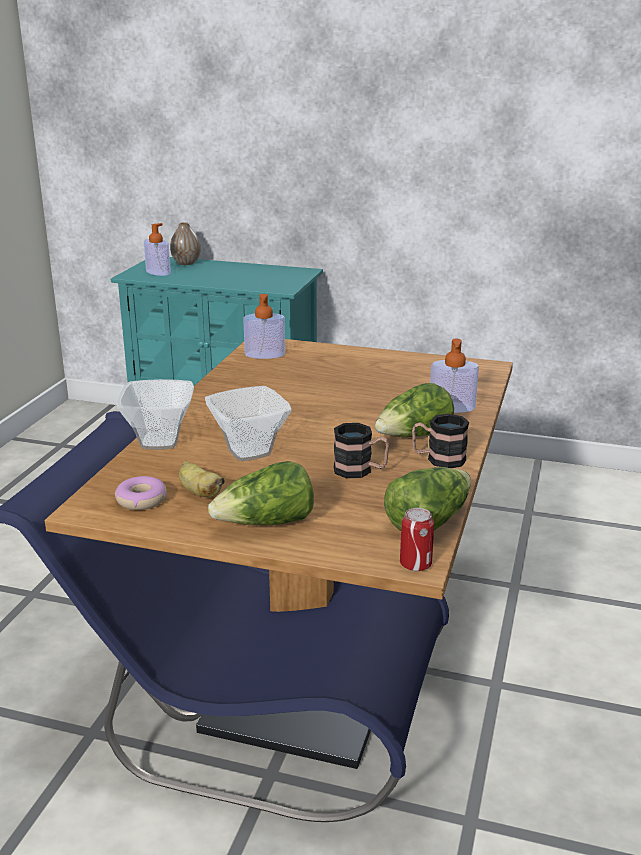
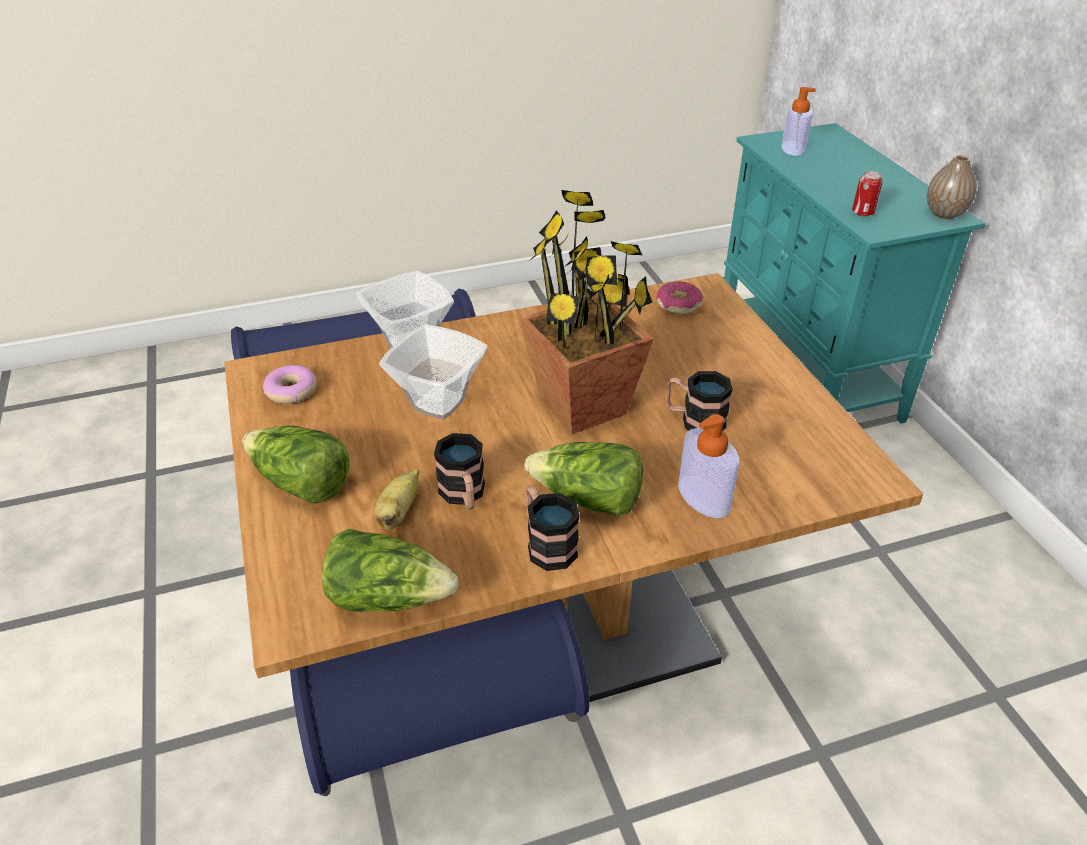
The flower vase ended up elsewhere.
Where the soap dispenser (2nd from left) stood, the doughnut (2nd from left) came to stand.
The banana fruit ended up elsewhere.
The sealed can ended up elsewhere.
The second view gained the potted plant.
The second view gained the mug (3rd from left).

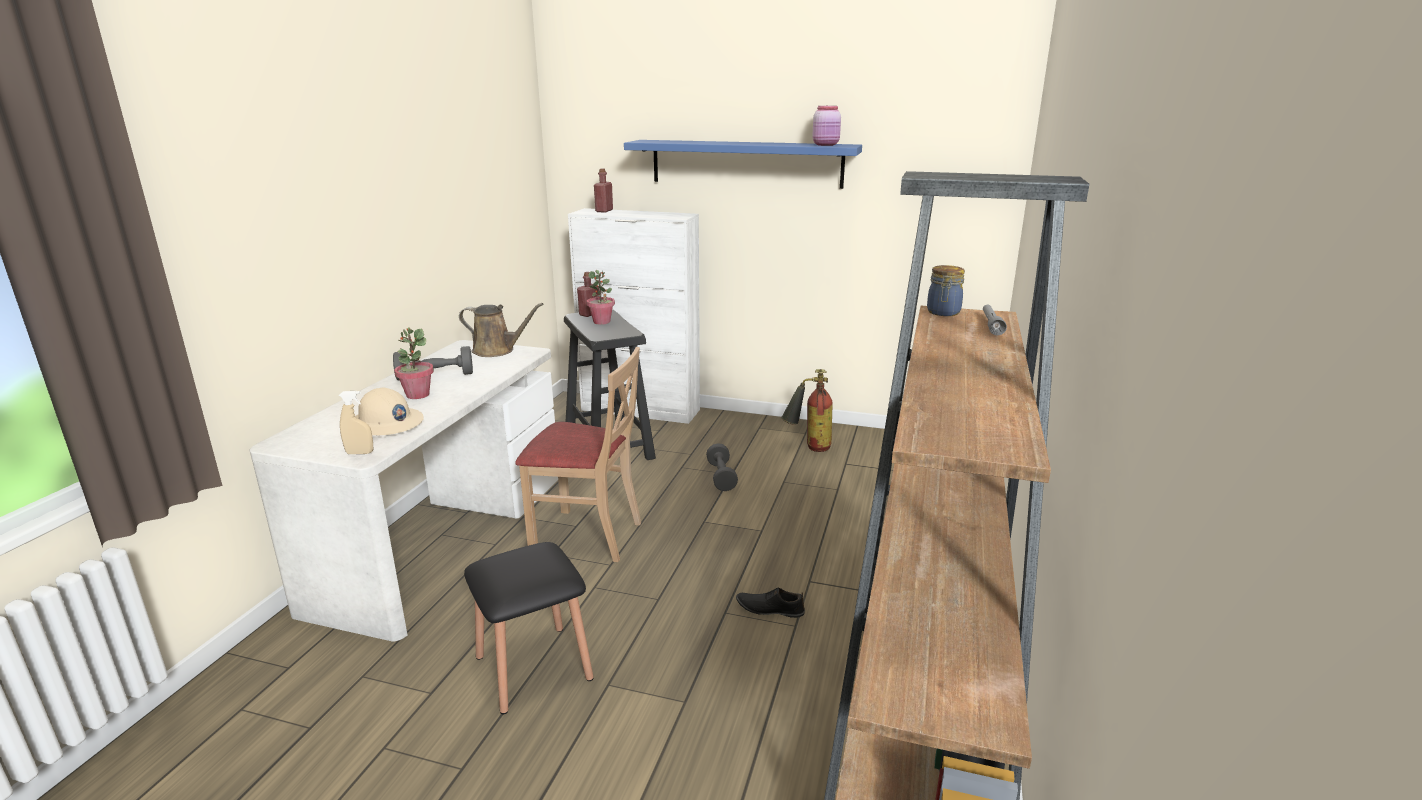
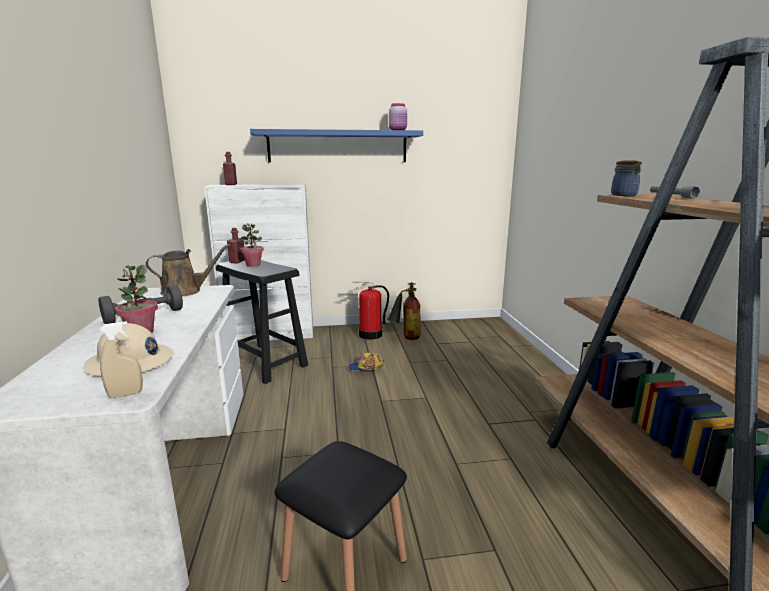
The second view lost the beige chair.
Where the greyish free weight (2nd from left) stood, the cap came to stand.
The second view lost the black-coloured low shoe.
The second view gained the fire extinguisher (1st from left).

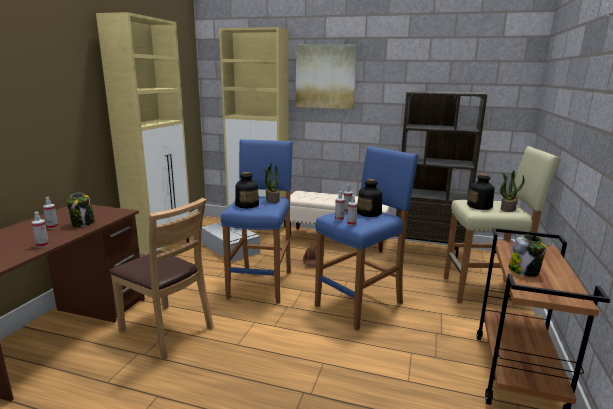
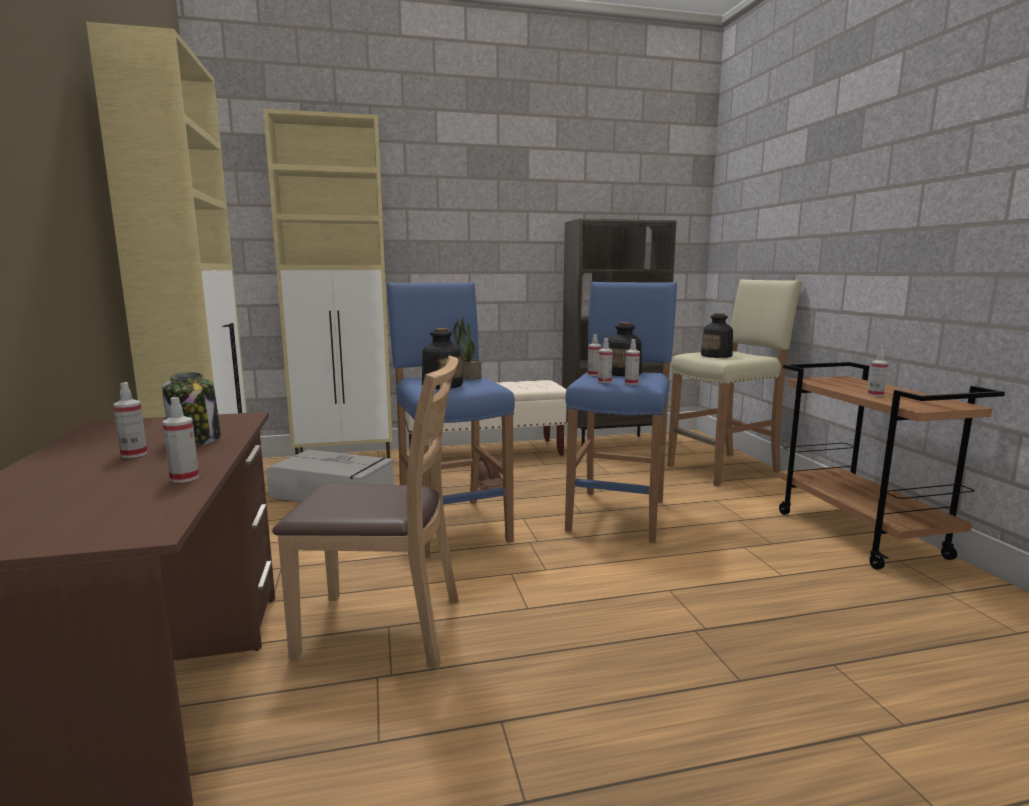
The second view lost the picture.
The second view lost the potted plant (2nd from left).
Where the preserve jar (2nd from left) stood, the hand sprayer (6th from left) came to stand.

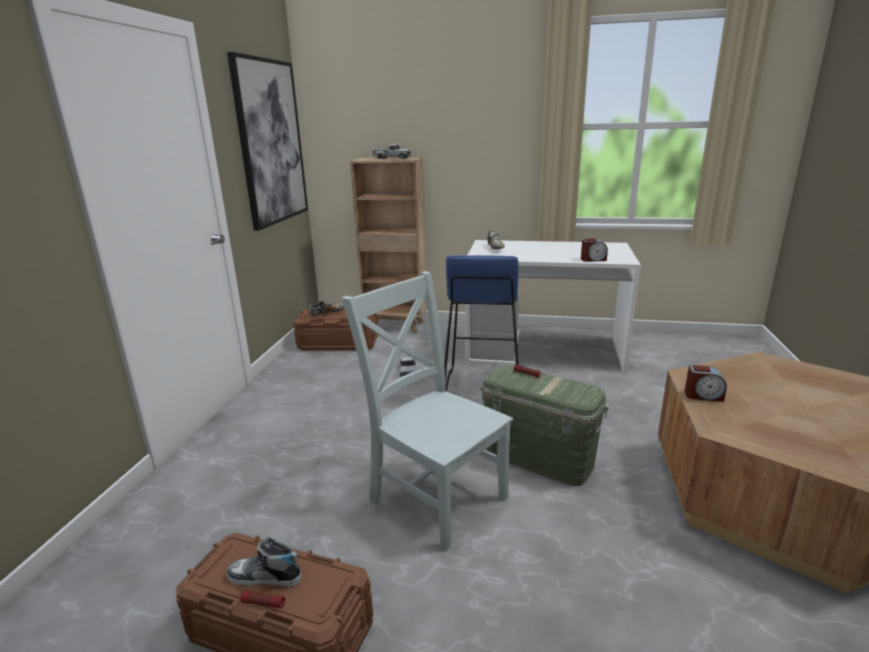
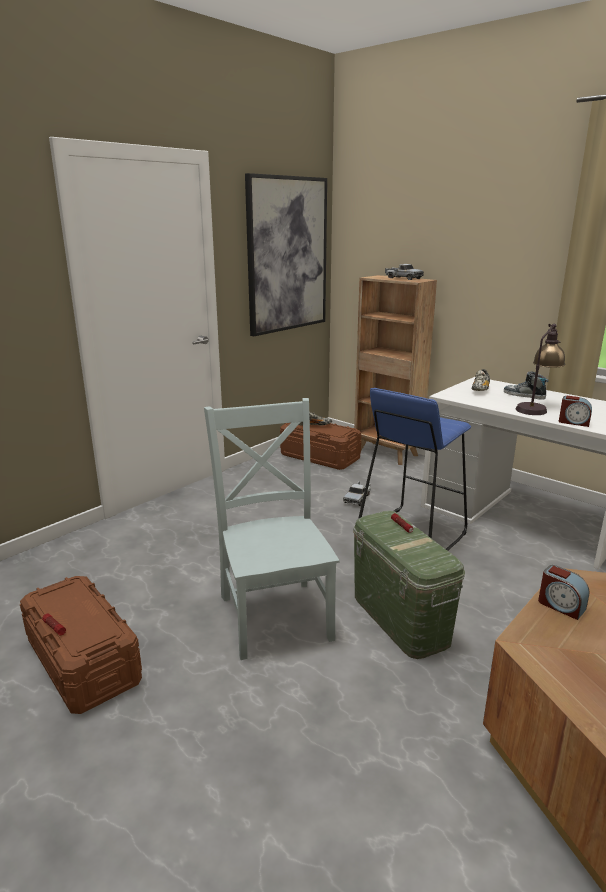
The low shoe (1st from left in the first image) ended up elsewhere.
The second view gained the lamp for a table.

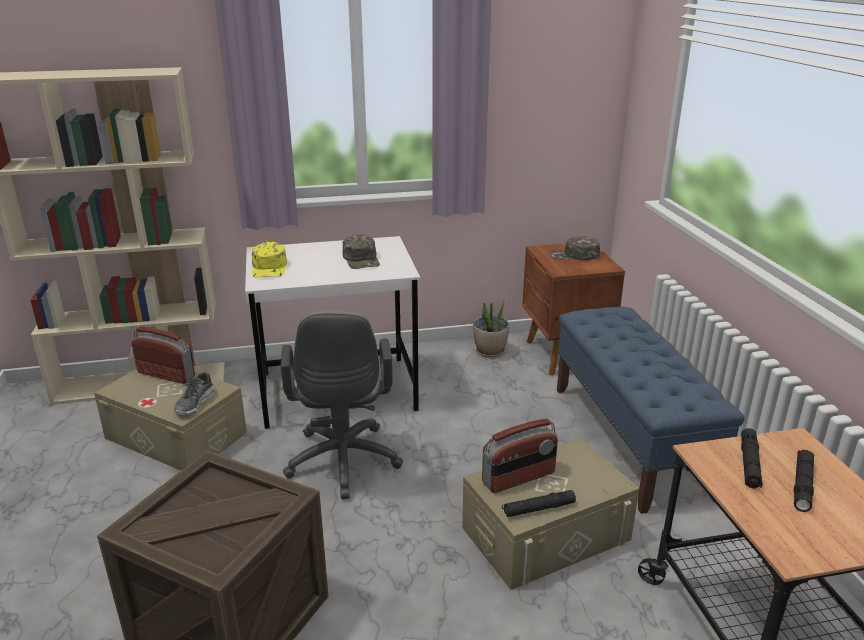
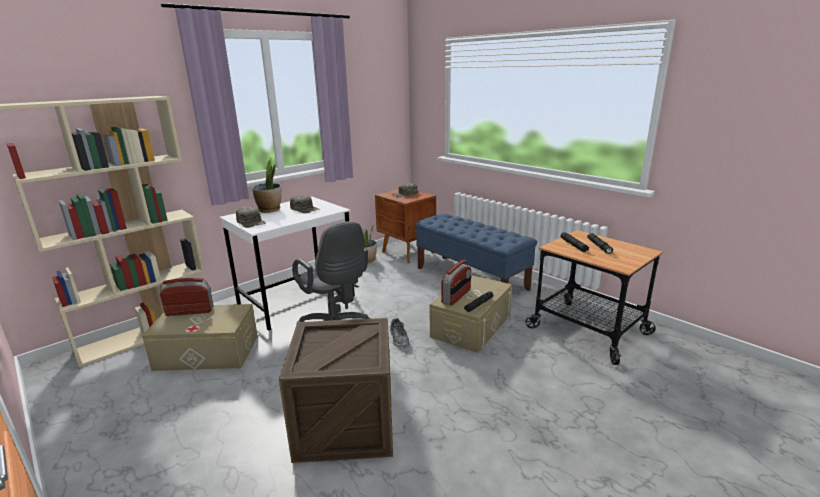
What was the yellow-coloured cap turned into the green-coloured cap (1st from left).
The low shoe ended up elsewhere.
The second view gained the potted plant (1st from left).

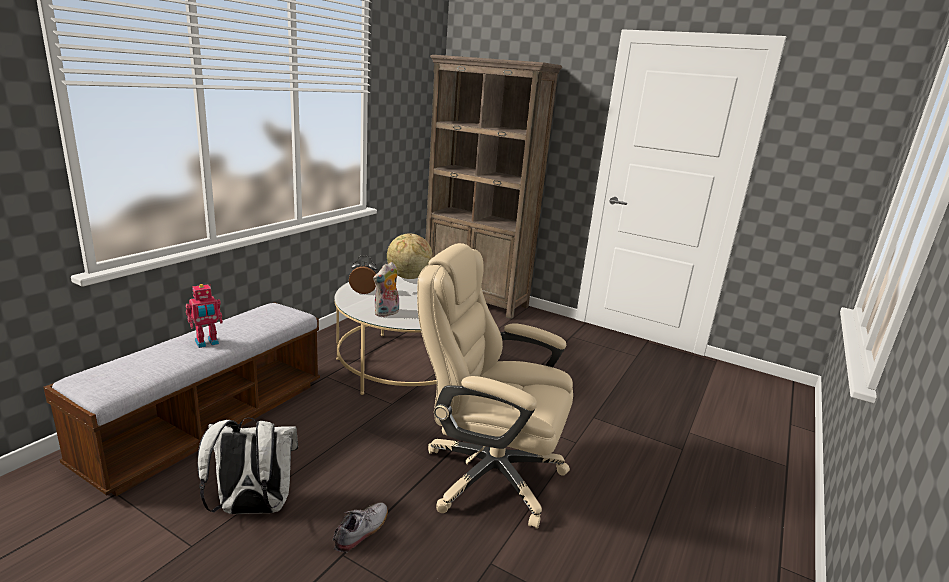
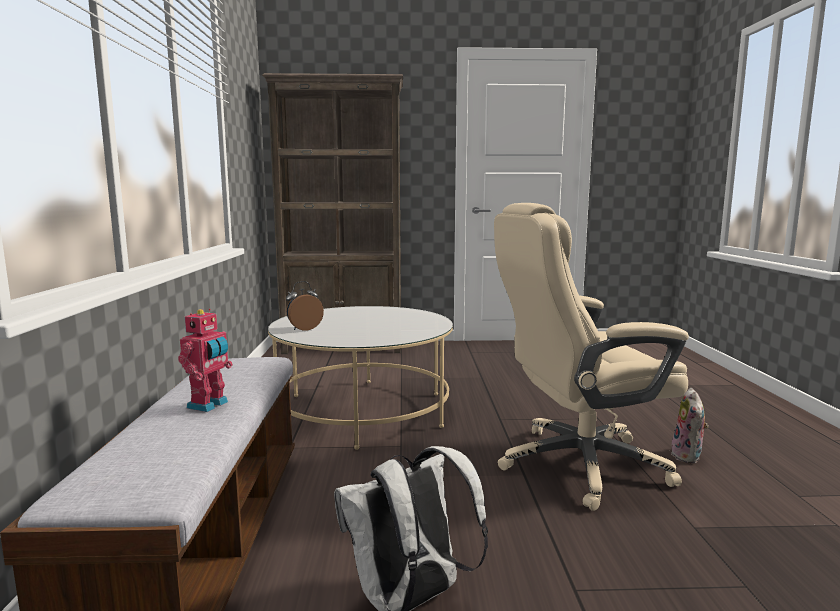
The second view lost the world globe.
The soft toy ended up elsewhere.
The second view lost the low shoe.

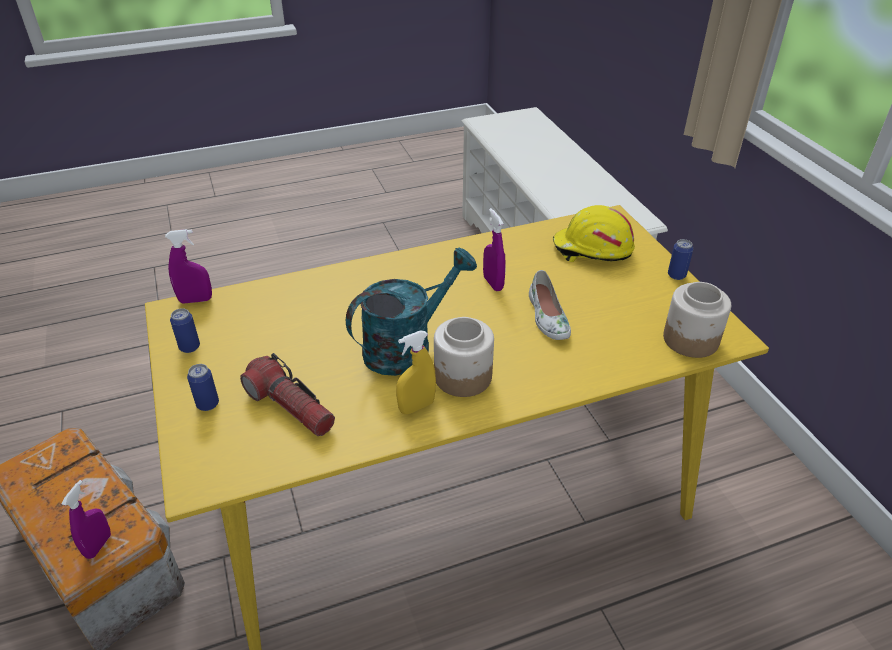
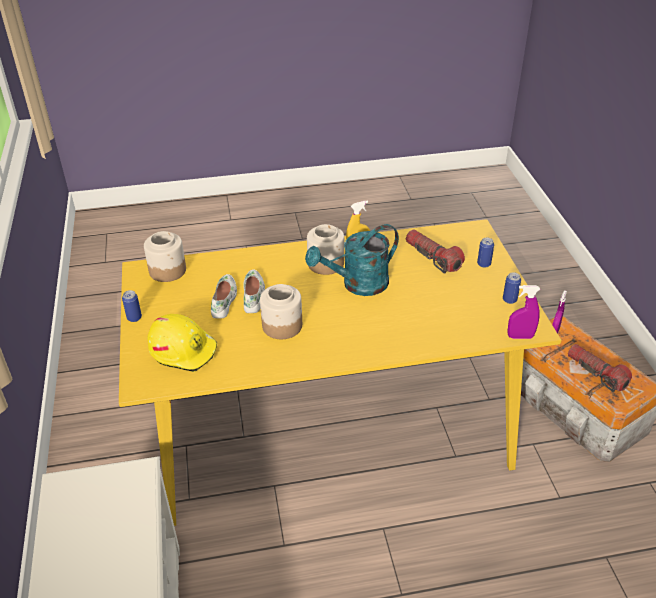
Where the purplish hand sprayer (3rd from left) stood, the preserve jar (2nd from left) came to stand.
The second view gained the white-coloured low shoe (1st from left).
The second view gained the hand torch (2nd from left).

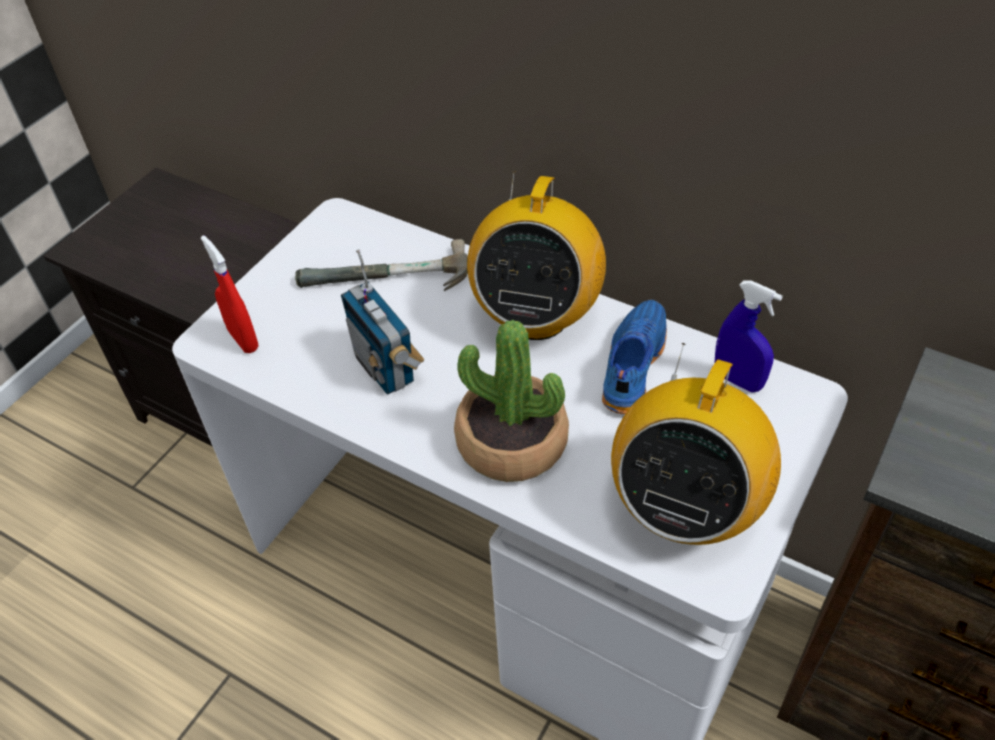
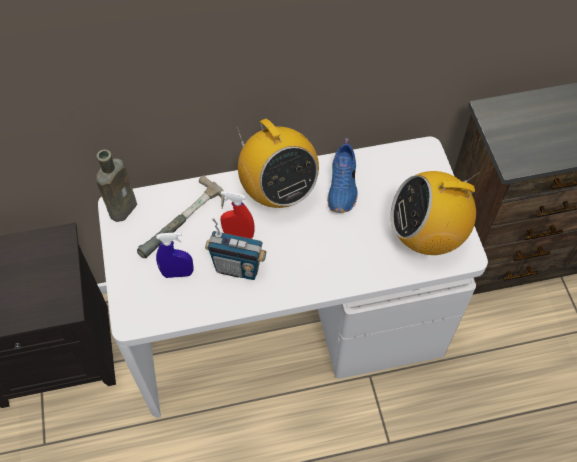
The red-coloured hand sprayer ended up elsewhere.
The blue hand sprayer ended up elsewhere.
The blue low shoe ended up facing another way, 150 degrees counterclockwise from before.
The second view lost the potted plant.
The radio receiver (3rd from left) ended up facing another way, 105 degrees clockwise from before.
The second view gained the brown beverage bottle.

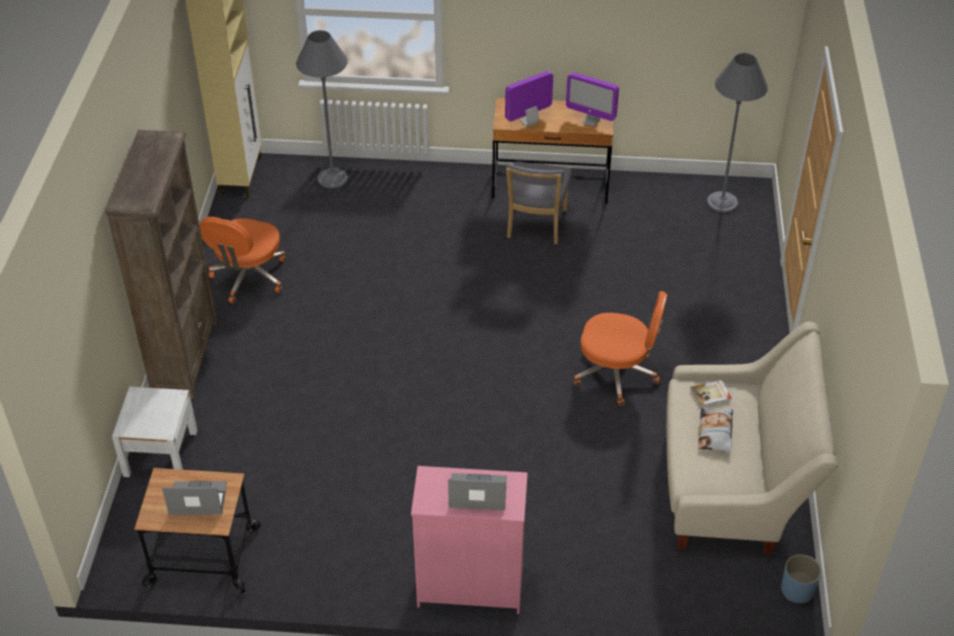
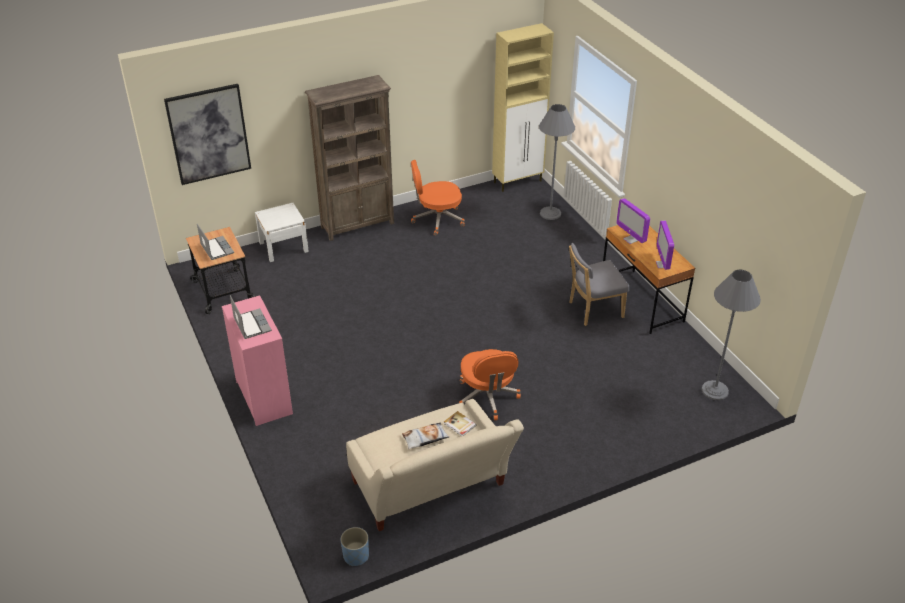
The computer screen (1st from left) ended up facing another way, 150 degrees counterclockwise from before.
The second view gained the picture.

